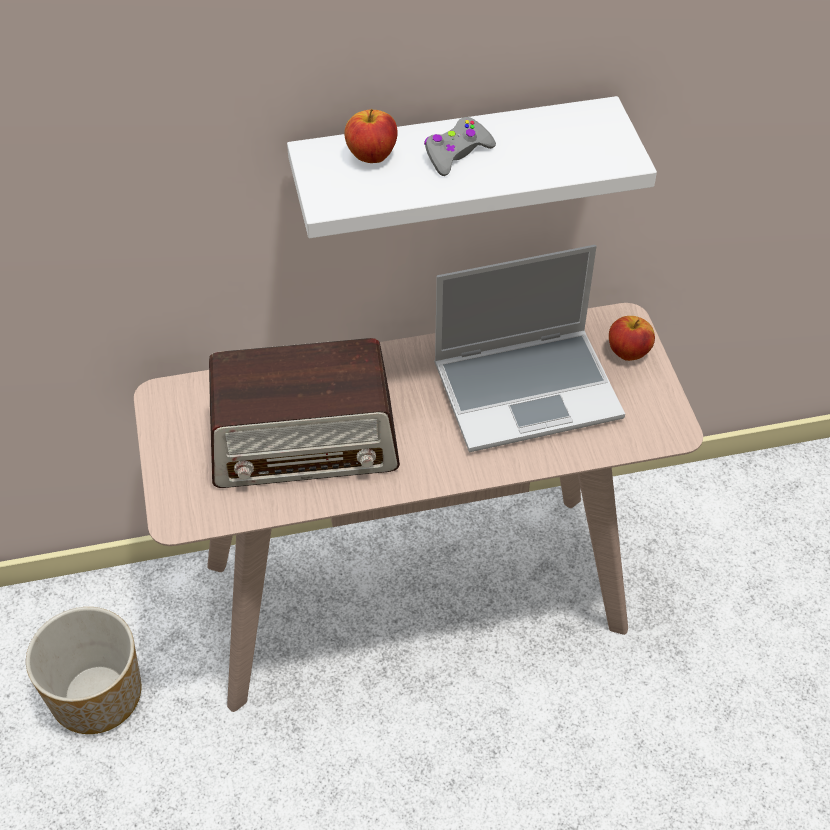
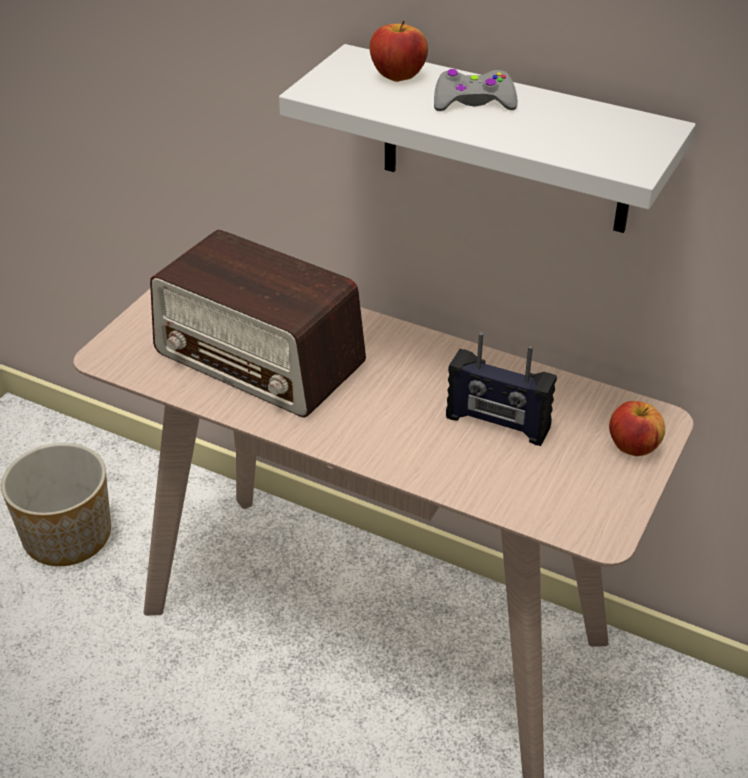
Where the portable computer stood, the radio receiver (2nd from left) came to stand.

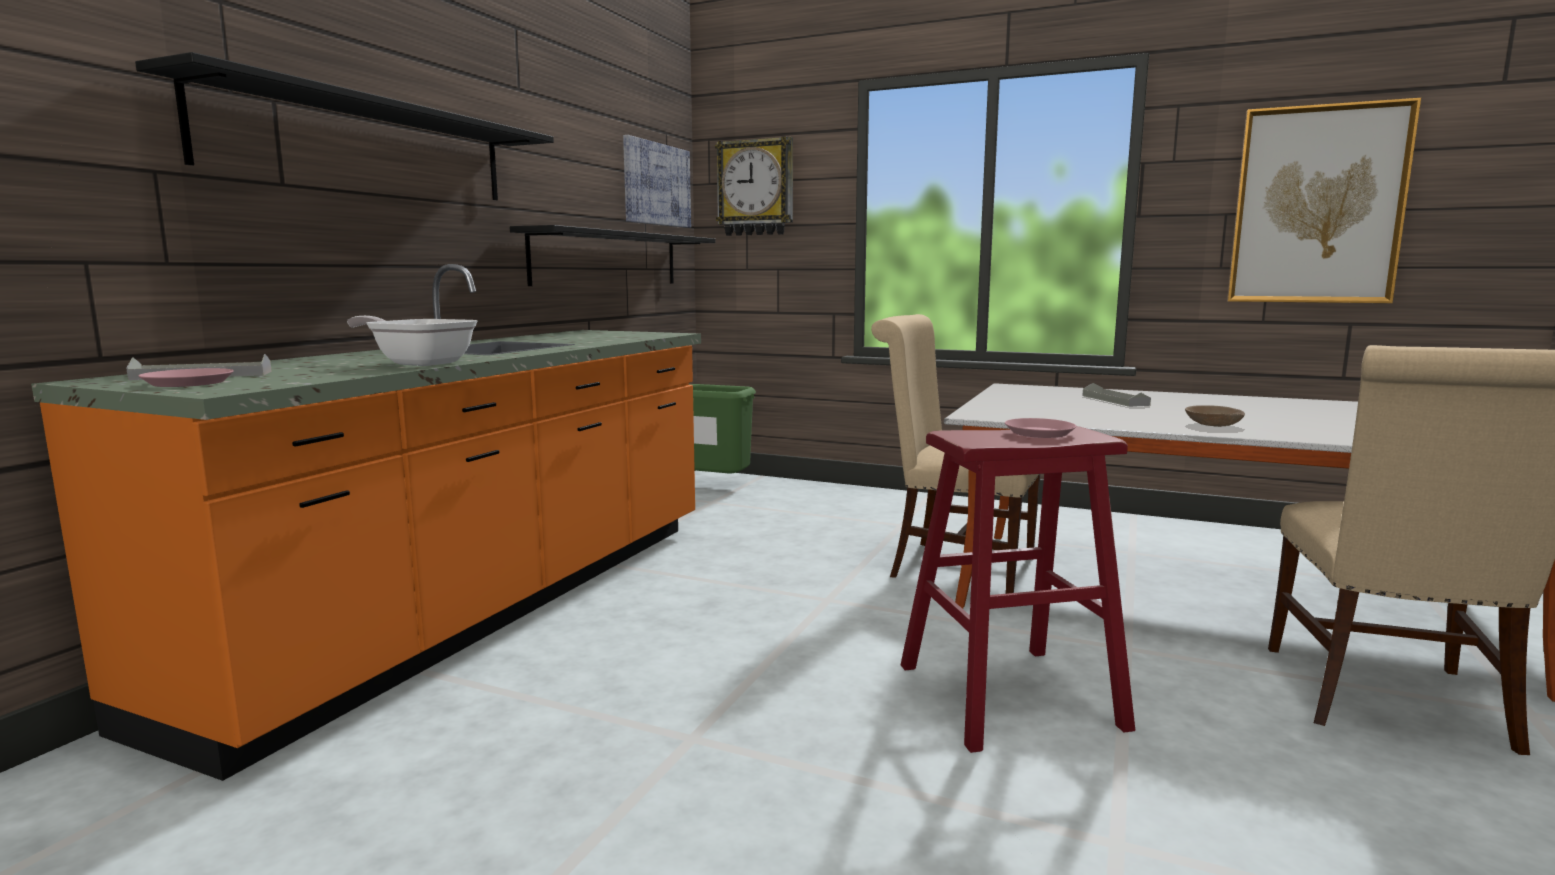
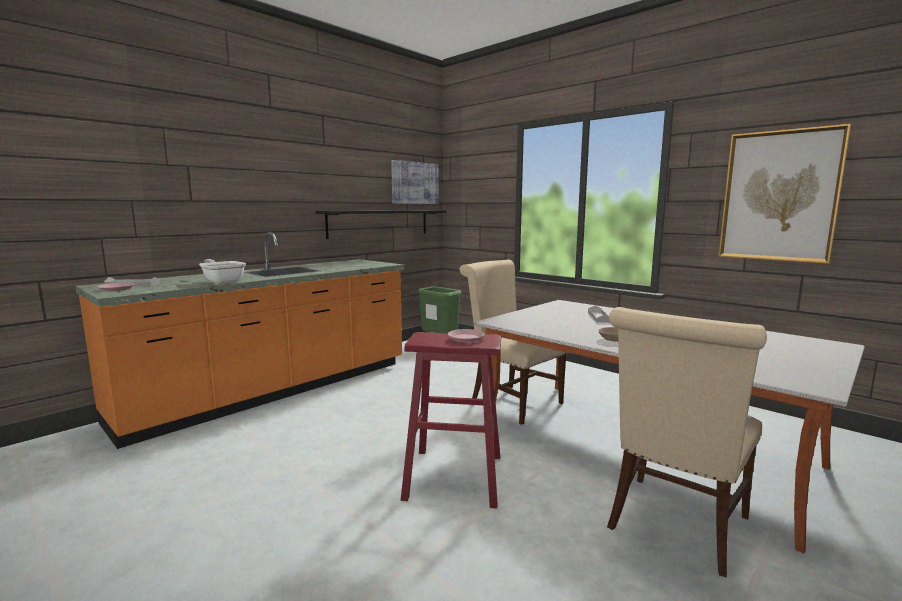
The second view lost the black-coloured bracket shelf (1st from left).
The second view lost the wall clock.

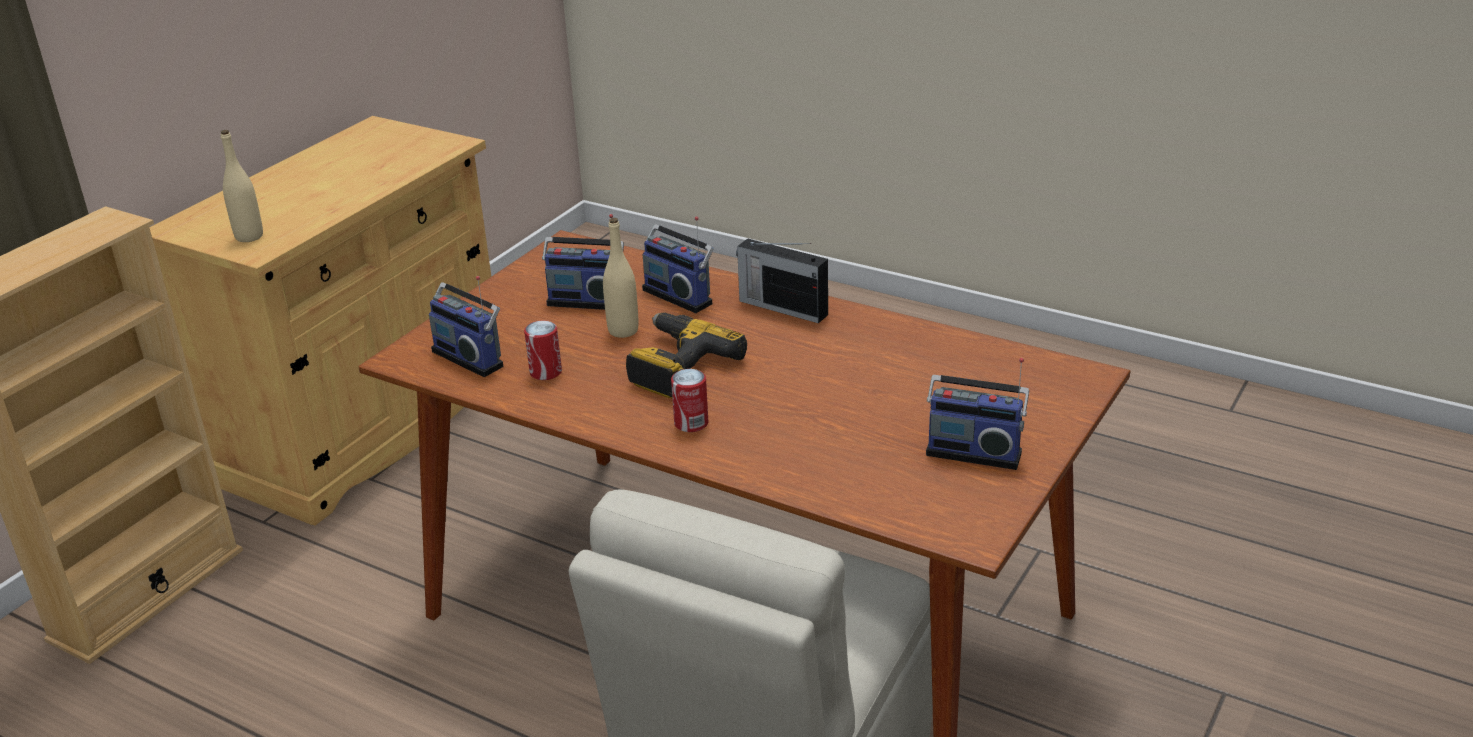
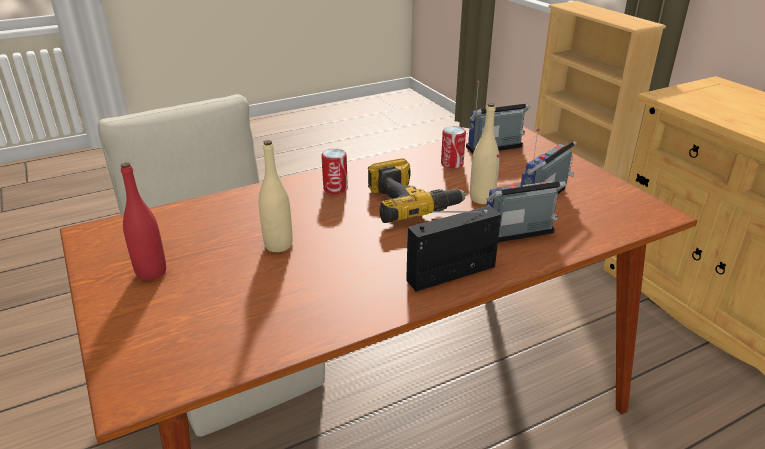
The beige beverage bottle (1st from left) ended up elsewhere.
Where the radio receiver (5th from left) stood, the red-coloured beverage bottle came to stand.

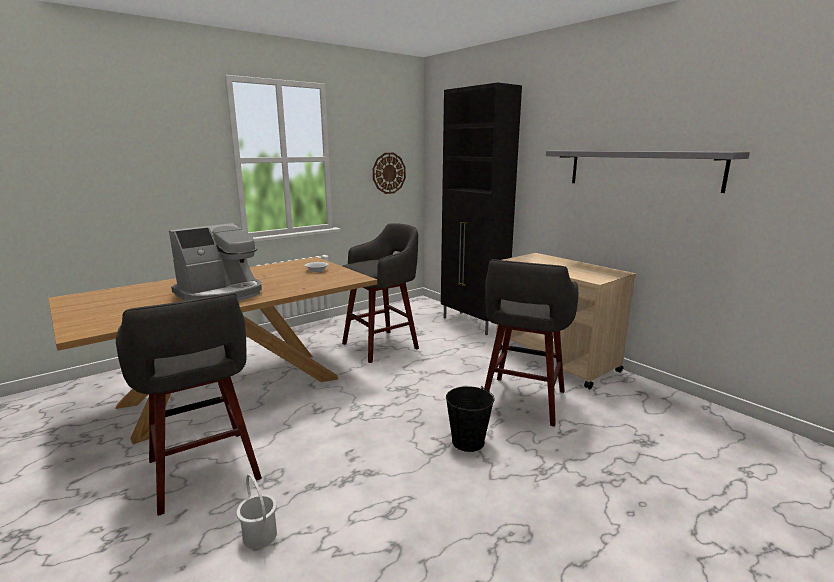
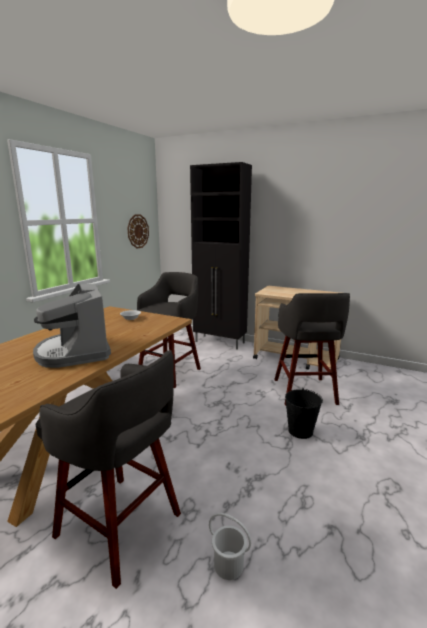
The second view lost the greyish bracket shelf.
The coffee machine ended up facing another way, 135 degrees clockwise from before.

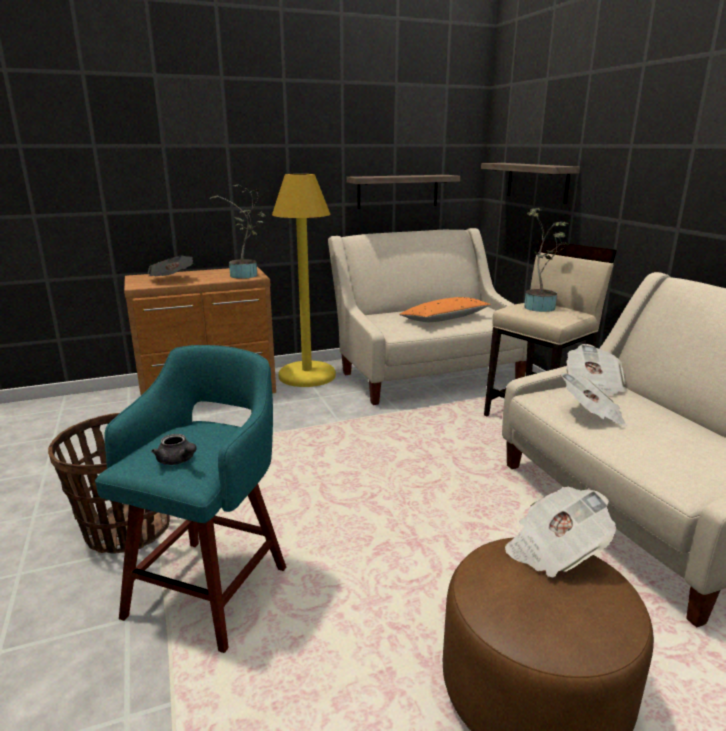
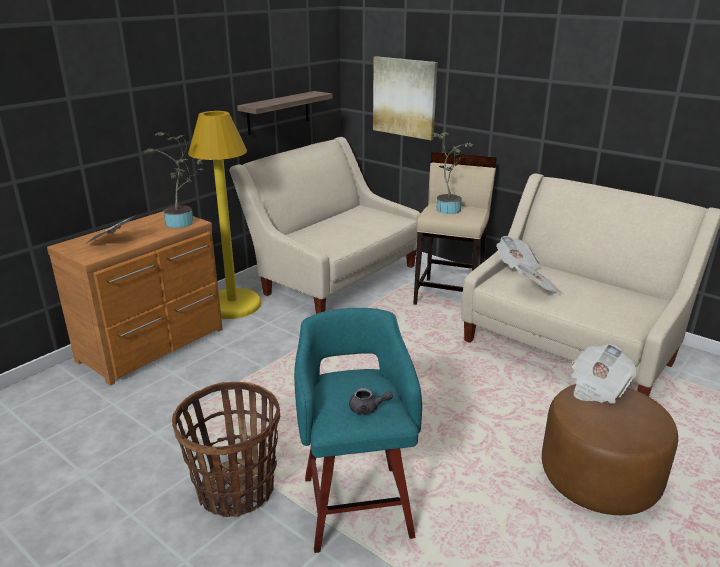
Where the bracket shelf (2nd from left) hung, the picture came to hang.
The second view lost the orange-coloured pillow.

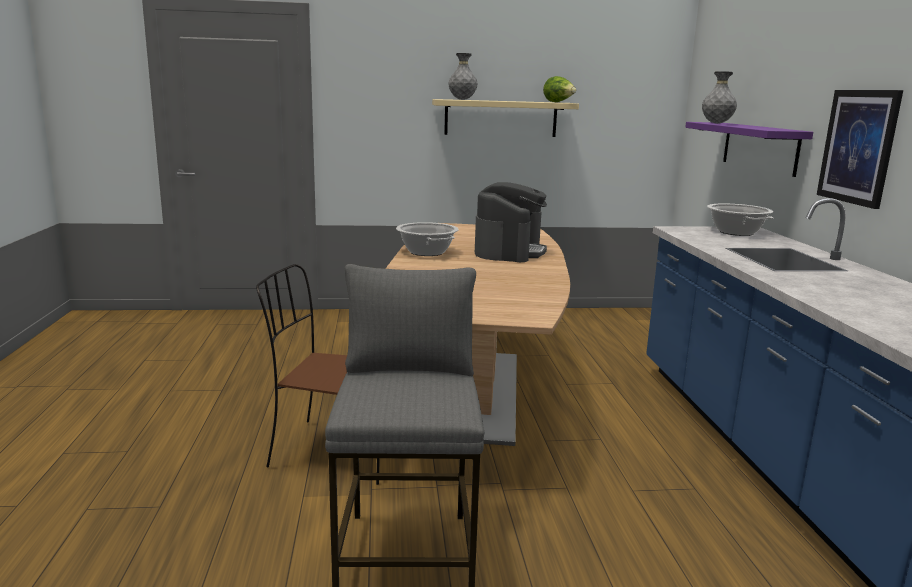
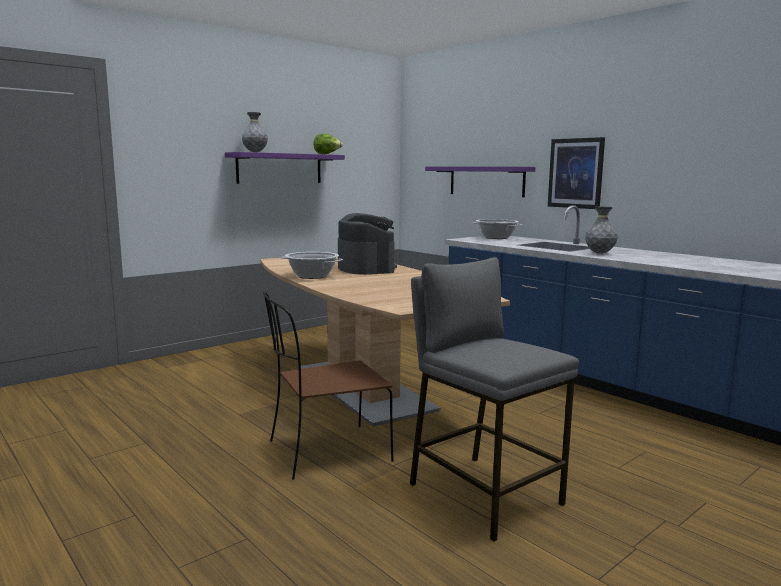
The greyish flower vase (2nd from left) ended up elsewhere.
What was the beige bracket shelf turned into the purplish bracket shelf (1st from left).

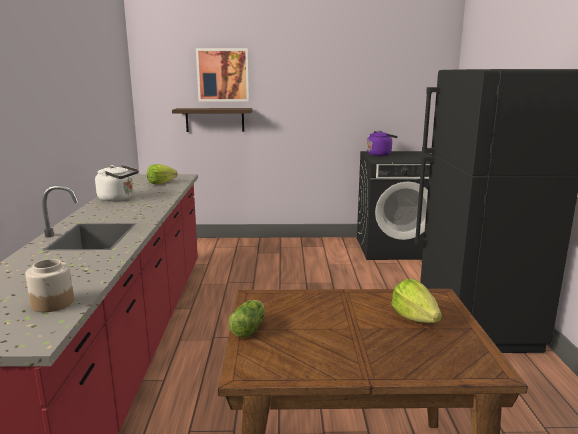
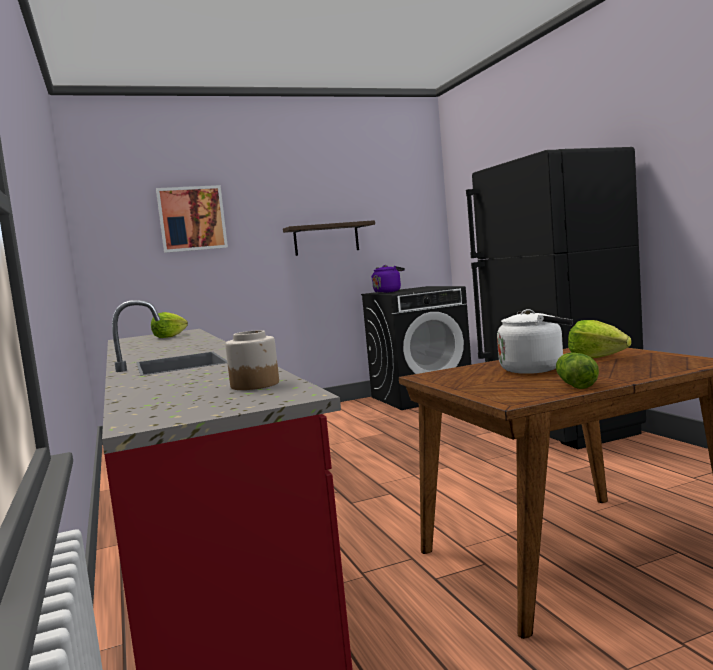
The bracket shelf ended up elsewhere.
The white-coloured tea kettle ended up elsewhere.
The lettuce (2nd from left) ended up elsewhere.

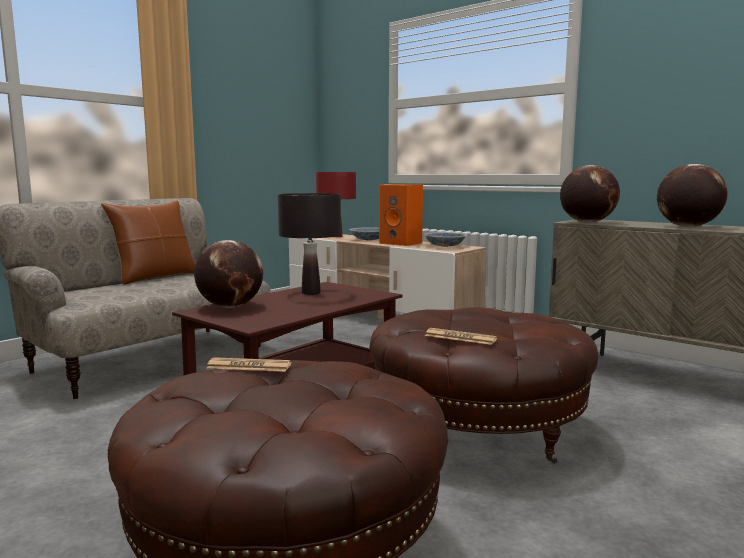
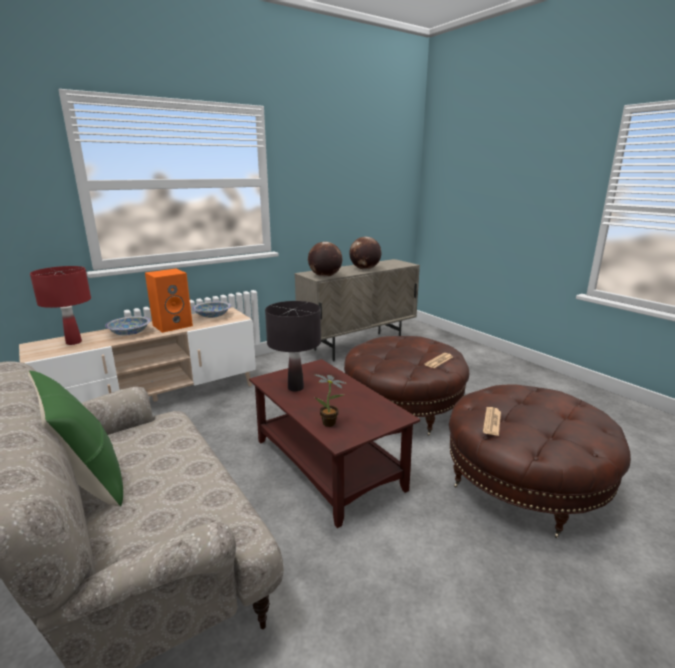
What was the brown pillow turned into the green-coloured pillow.
Where the world globe (1st from left) stood, the potted plant came to stand.

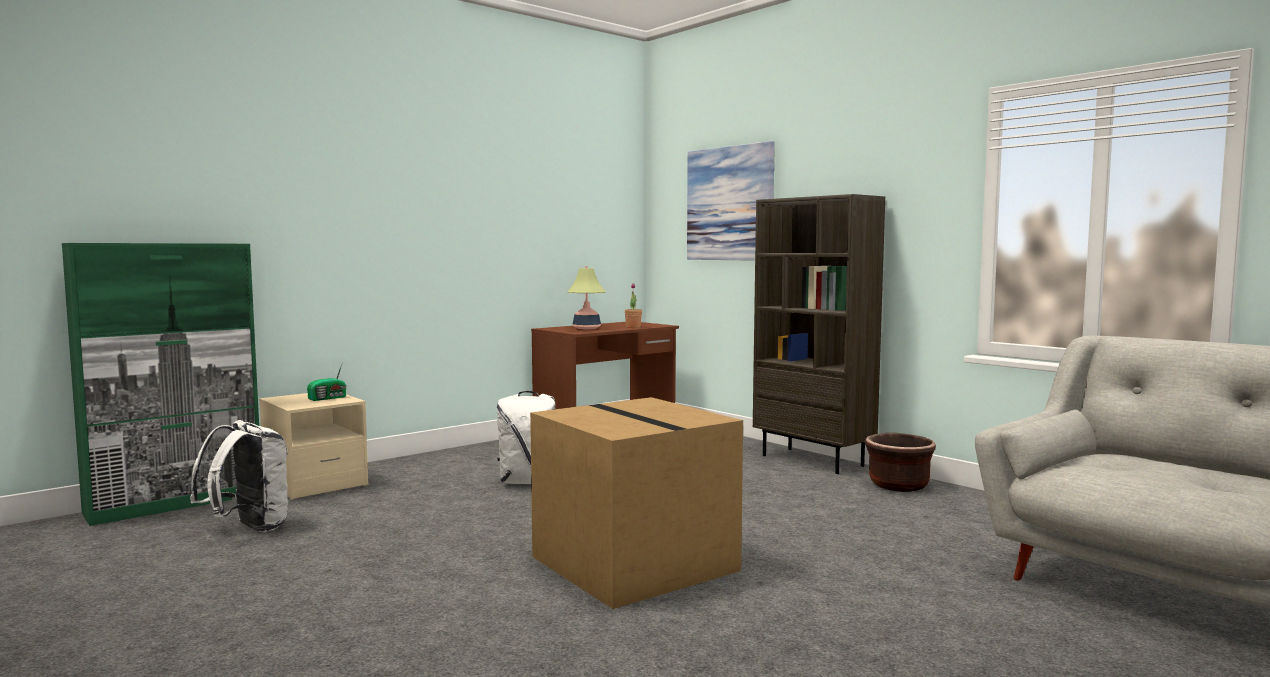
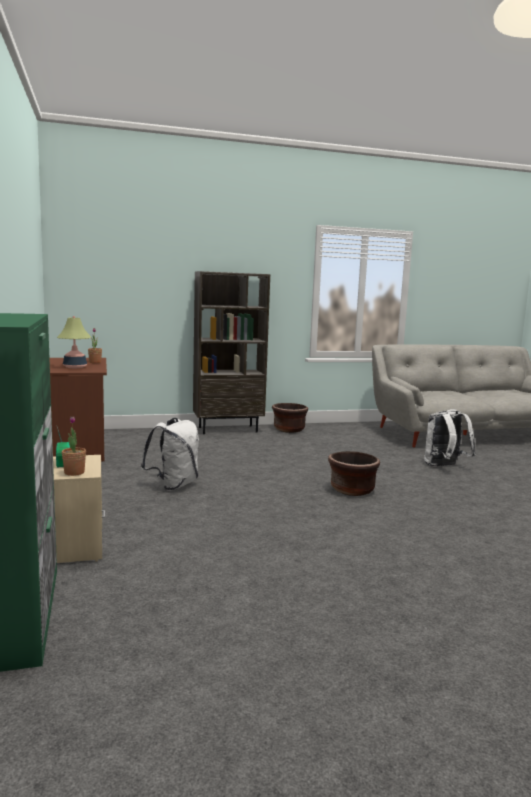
The second view lost the picture.
Where the packing box stood, the brown flower pot (2nd from left) came to stand.
The white-coloured backpack (1st from left in the first image) ended up elsewhere.
The second view gained the potted plant (1st from left).

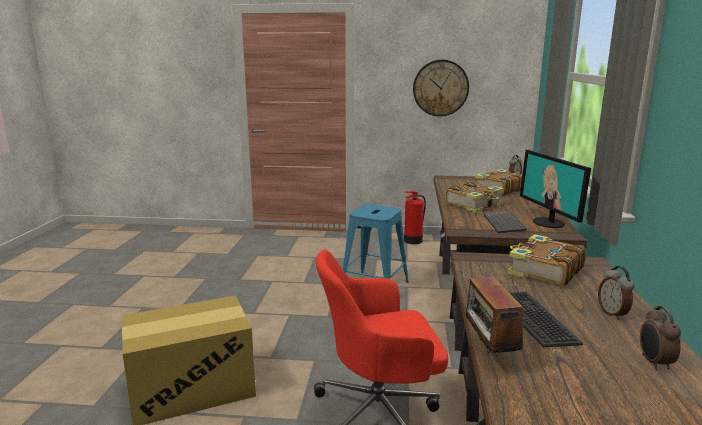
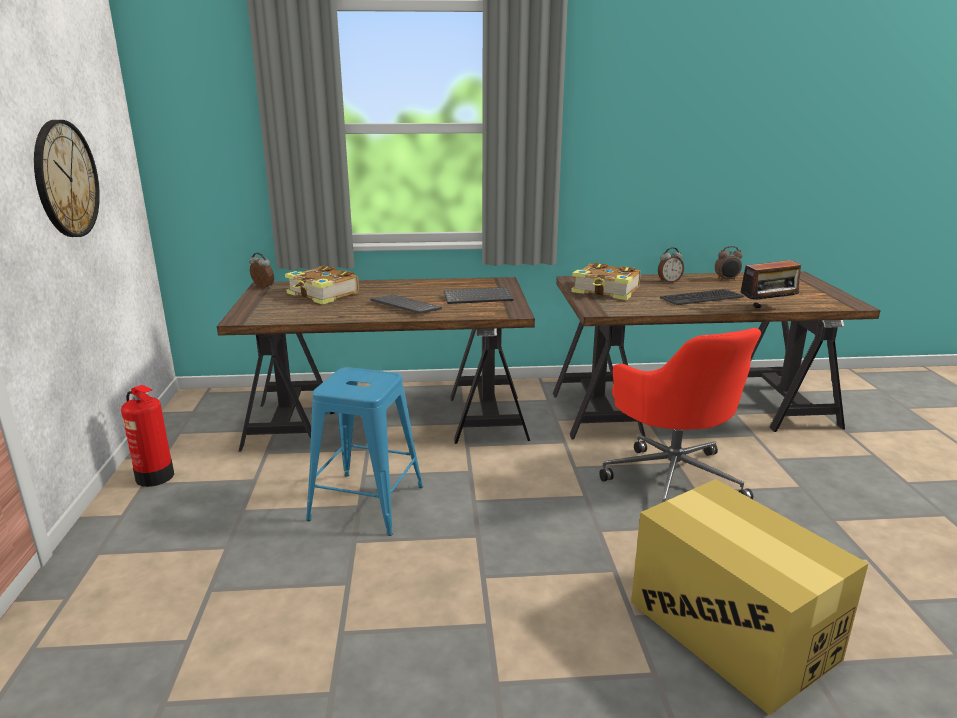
The second view lost the computer screen.
Where the book (1st from left) stood, the keyboard (1st from left) came to stand.

